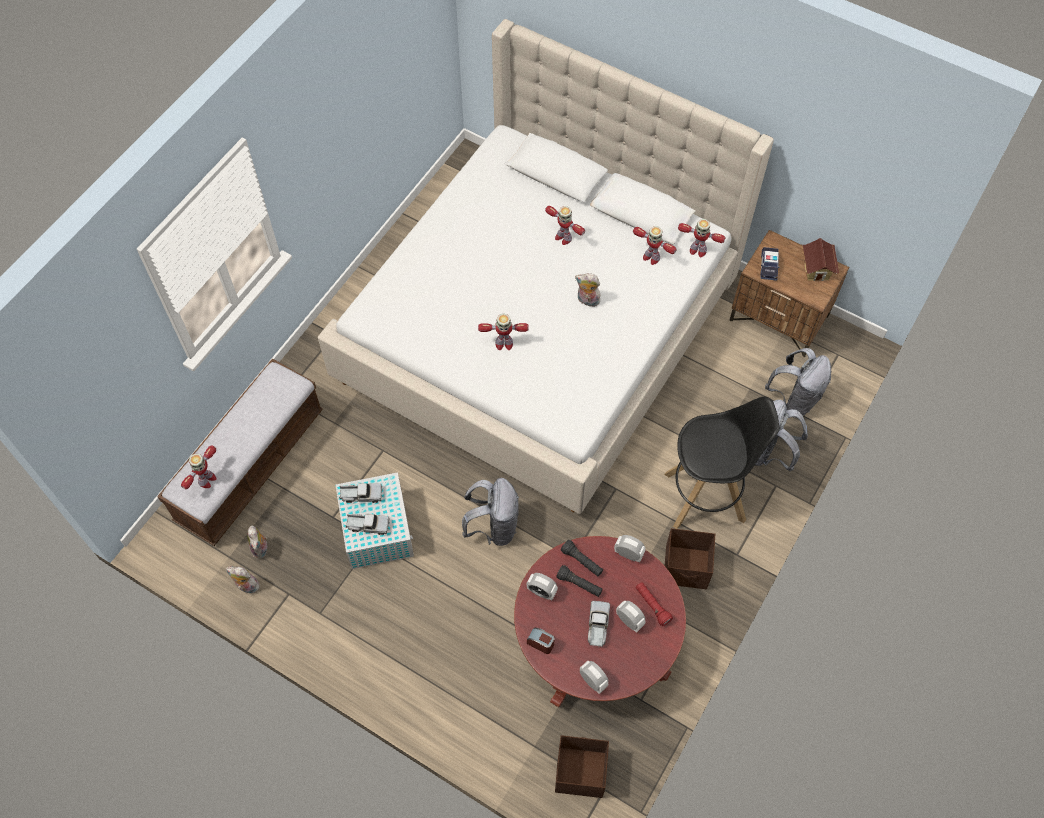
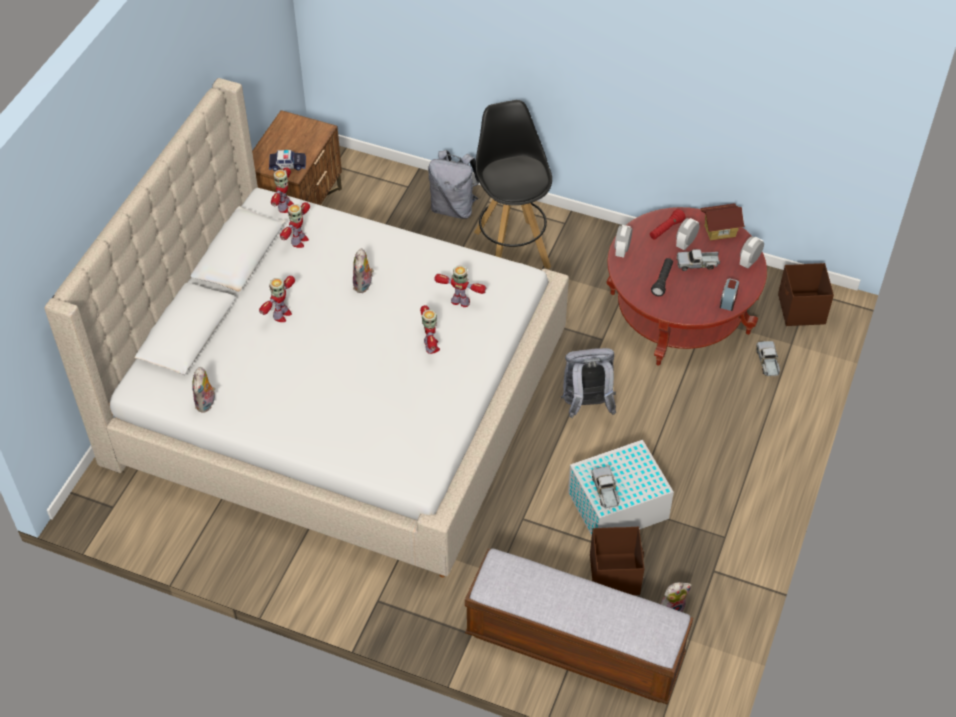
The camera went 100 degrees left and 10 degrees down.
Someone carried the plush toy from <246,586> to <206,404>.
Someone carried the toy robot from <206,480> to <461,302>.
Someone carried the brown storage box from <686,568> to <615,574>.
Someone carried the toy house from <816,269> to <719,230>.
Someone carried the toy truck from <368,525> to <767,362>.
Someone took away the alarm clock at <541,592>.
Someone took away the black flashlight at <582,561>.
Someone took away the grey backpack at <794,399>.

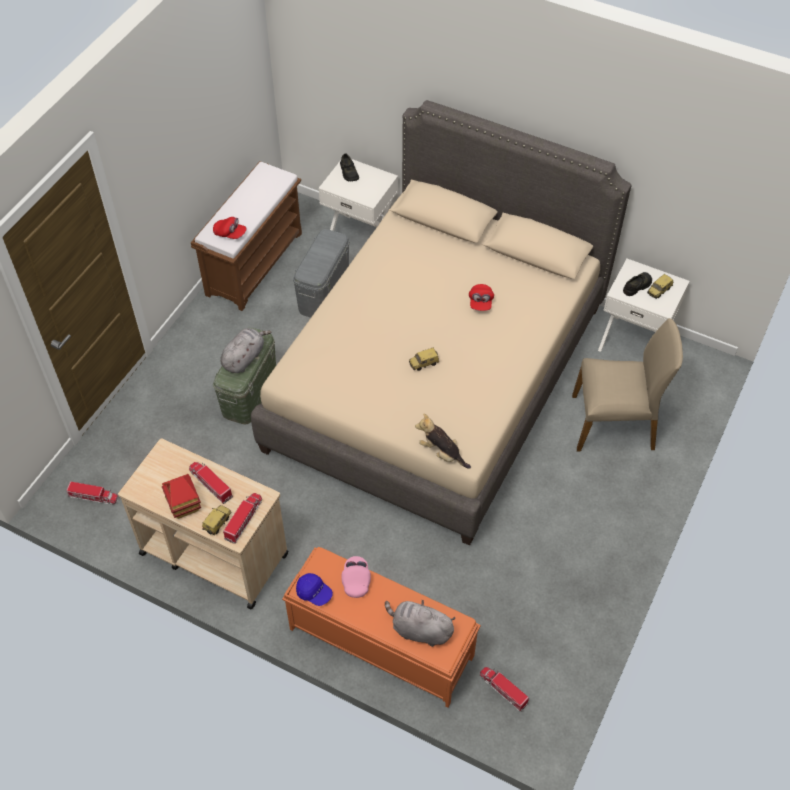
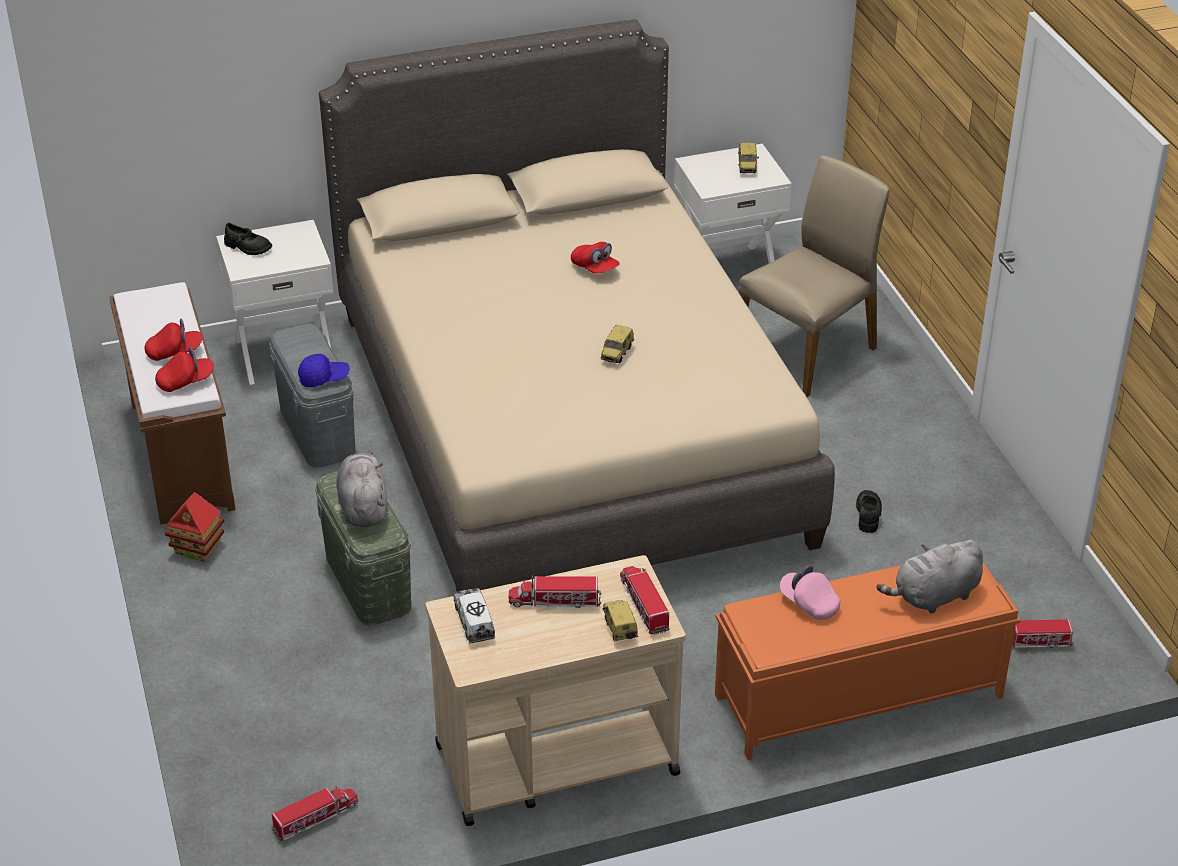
The camera went 45 degrees left and 15 degrees down.
Someone put down the red cap at <175,352>.
Someone carried the toy house from <184,505> to <198,548>.
Someone carried the blue cap from <314,592> to <324,378>.
Someone put down the toy truck at <474,622>.
Someone carried the black shoe from <637,286> to <868,514>.
Someone took away the plush toy at <442,453>.

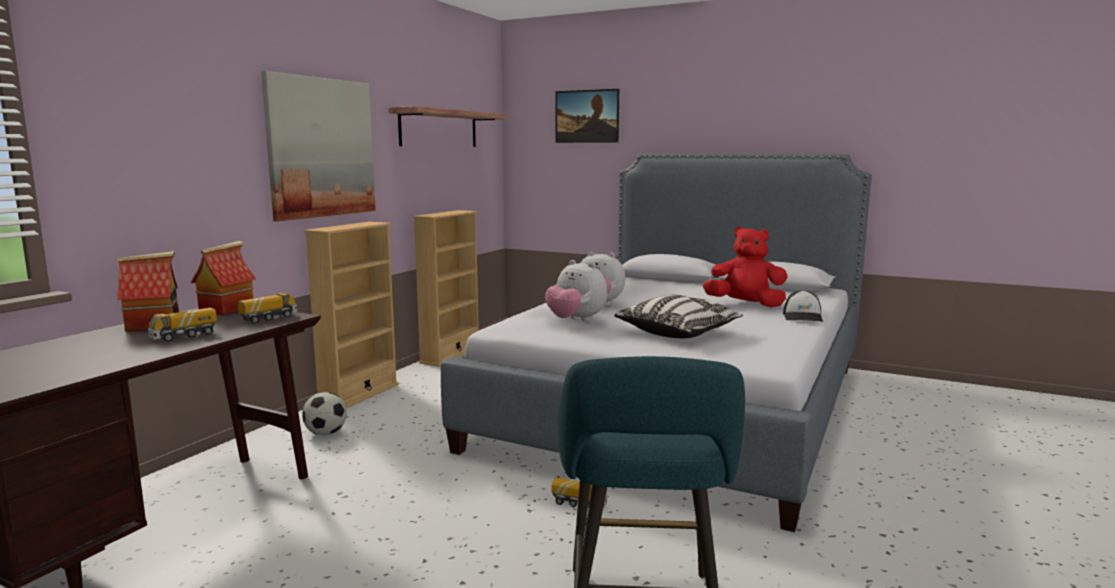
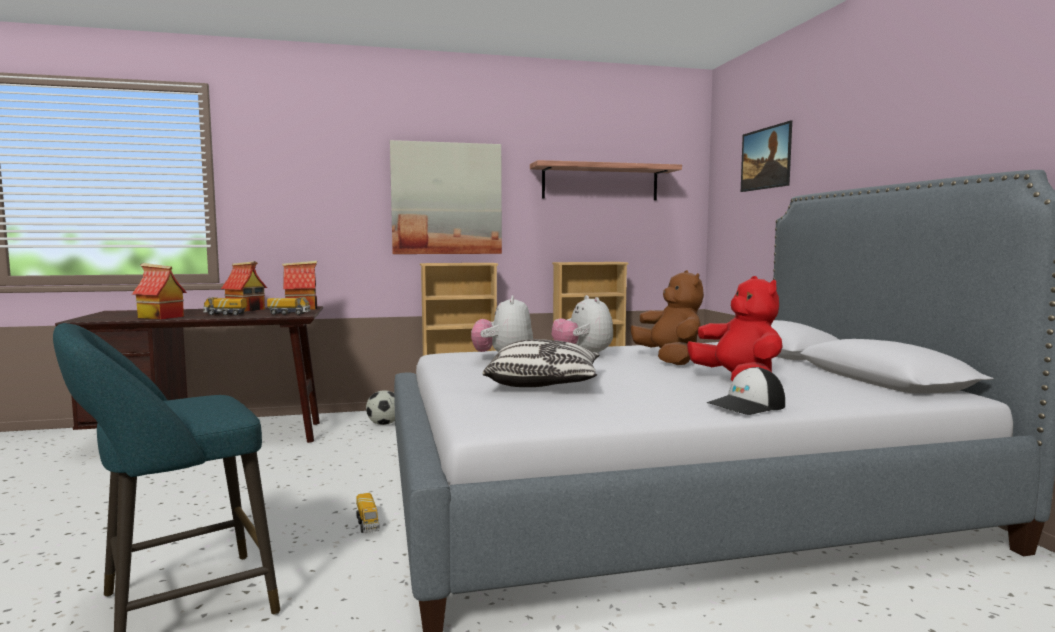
The camera went 50 degrees right and 5 degrees down.
Someone put down the toy house at <159,317>.
Someone put down the brown plush toy at <670,360>.

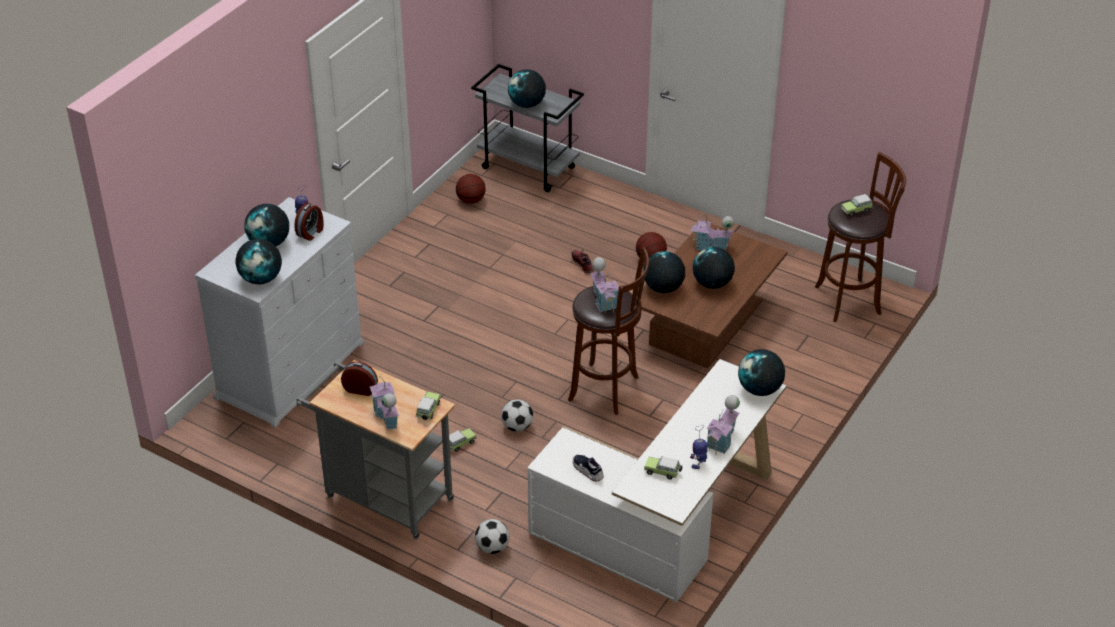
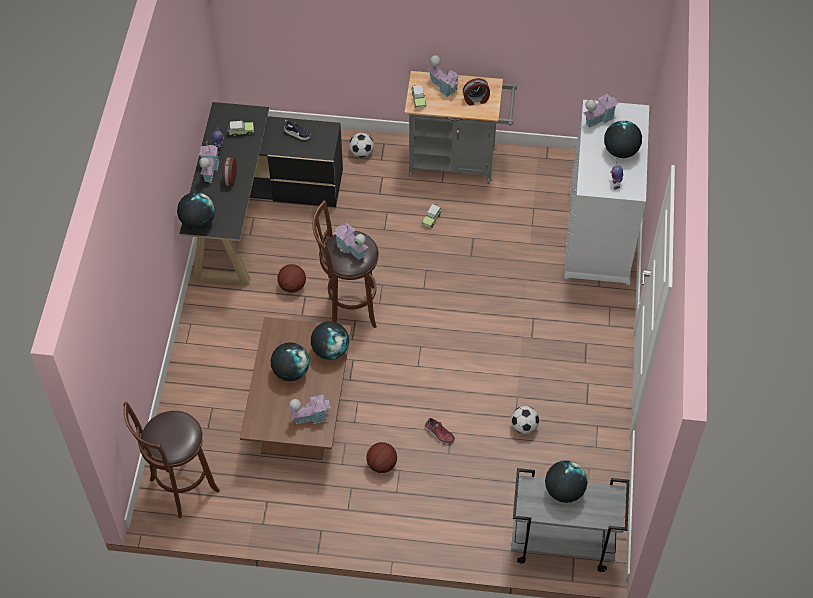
The camera went 155 degrees right and 15 degrees up.
Someone repainted the white desk at <663,523>, which became the black desk at <255,212>.
Someone carried the alarm clock from <311,232> to <229,178>.
Someone carried the basketball from <471,200> to <292,286>.
Someone carried the football from <517,427> to <524,426>.
Someone swapped the globe at <261,279> for the toy house at <598,118>.
Someone took away the toy car at <857,210>.

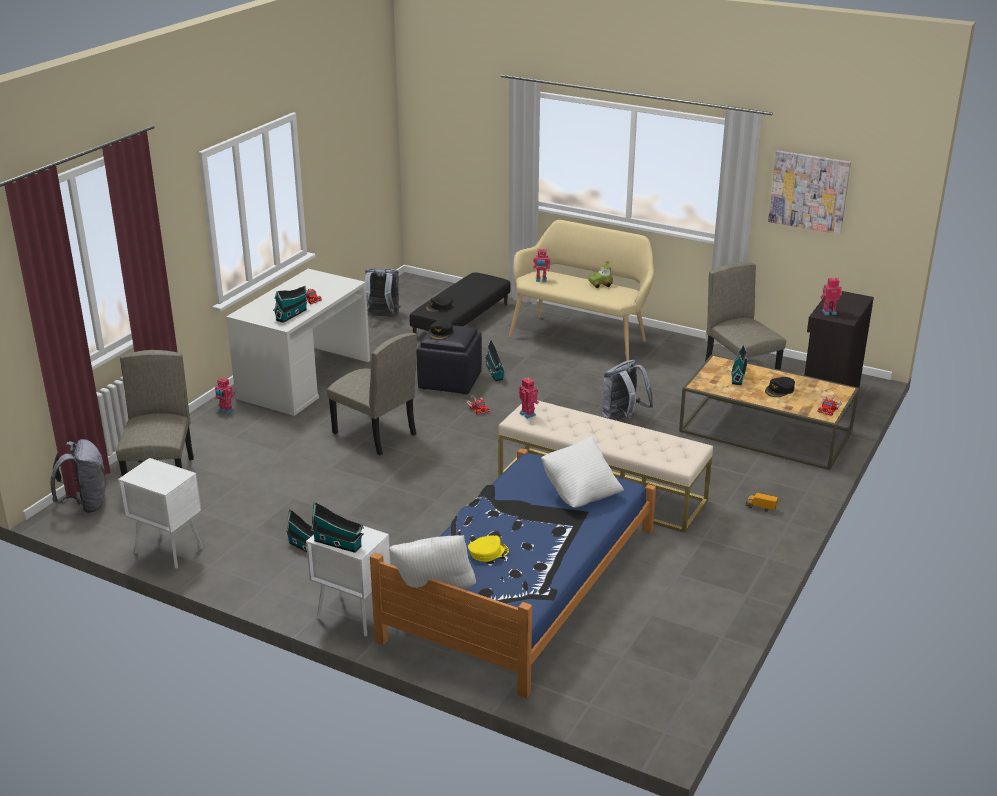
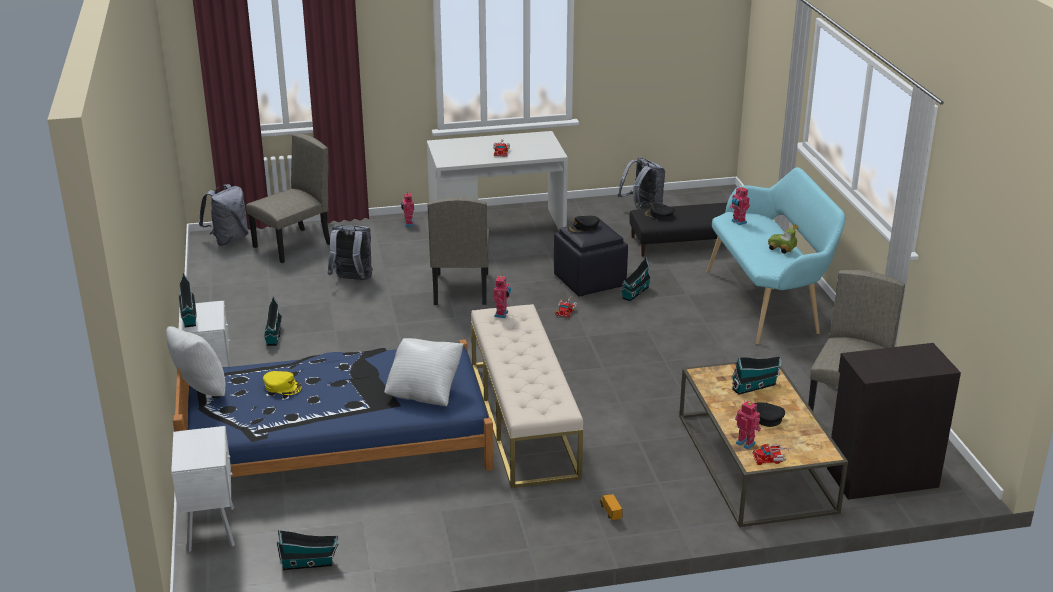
The camera went 50 degrees right and 0 degrees up.
Someone carried the white nightstand from <168,550> to <212,529>.
Someone carried the toy house from <292,314> to <309,563>.
Someone carried the grey backpack from <623,418> to <352,280>.
Someone repainted the beige bench at <582,337>, which became the turquoise bench at <768,303>.
Someone carried the toy robot from <828,312> to <746,443>.
Someone took away the picture at <809,191>.

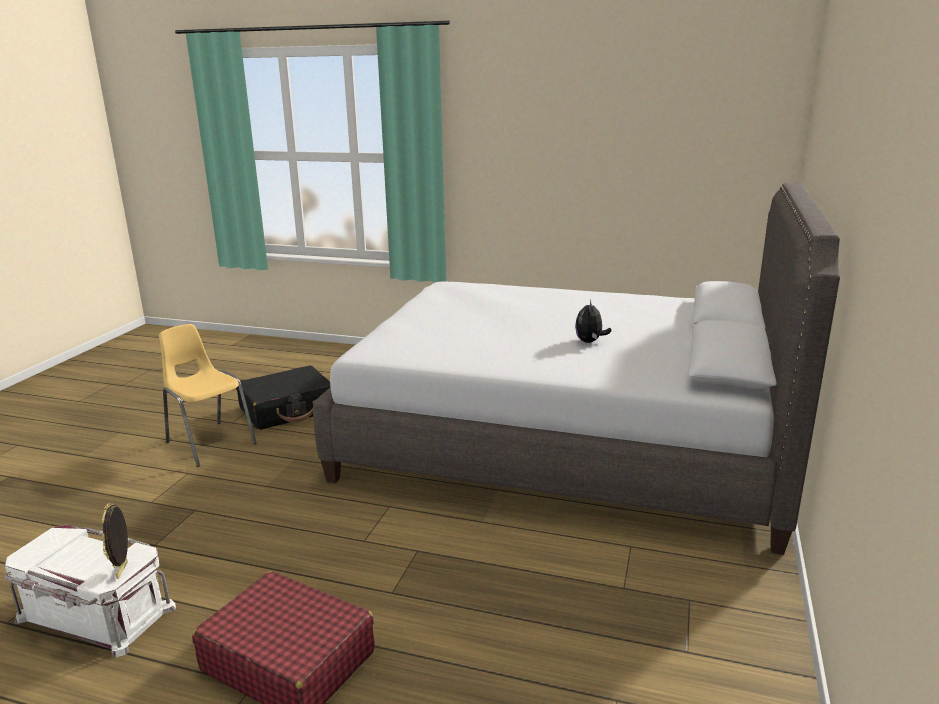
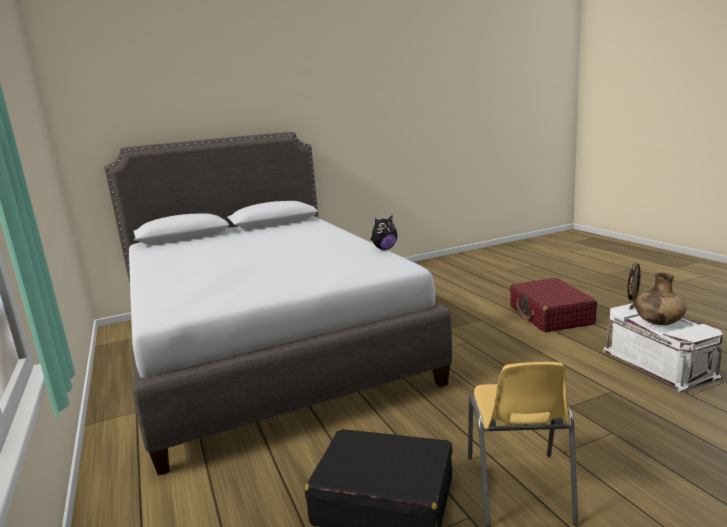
The camera went 130 degrees left and 5 degrees down.
Someone carried the plush toy from <590,342> to <384,249>.
Someone put down the brown vase at <658,323>.

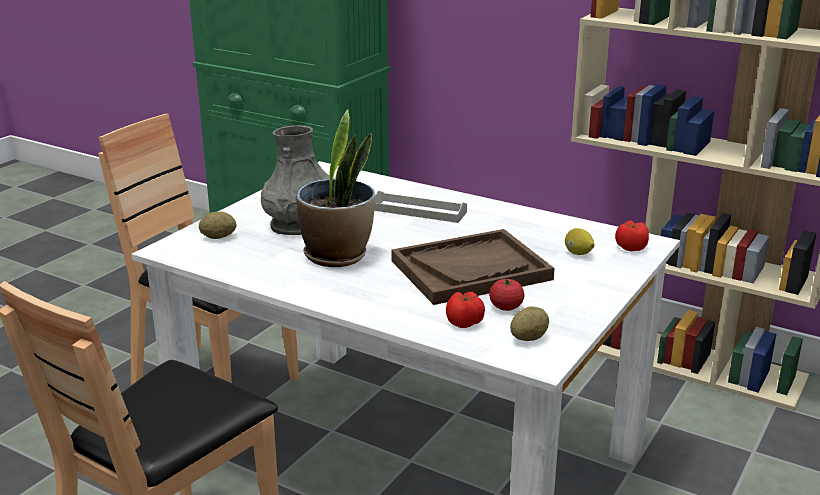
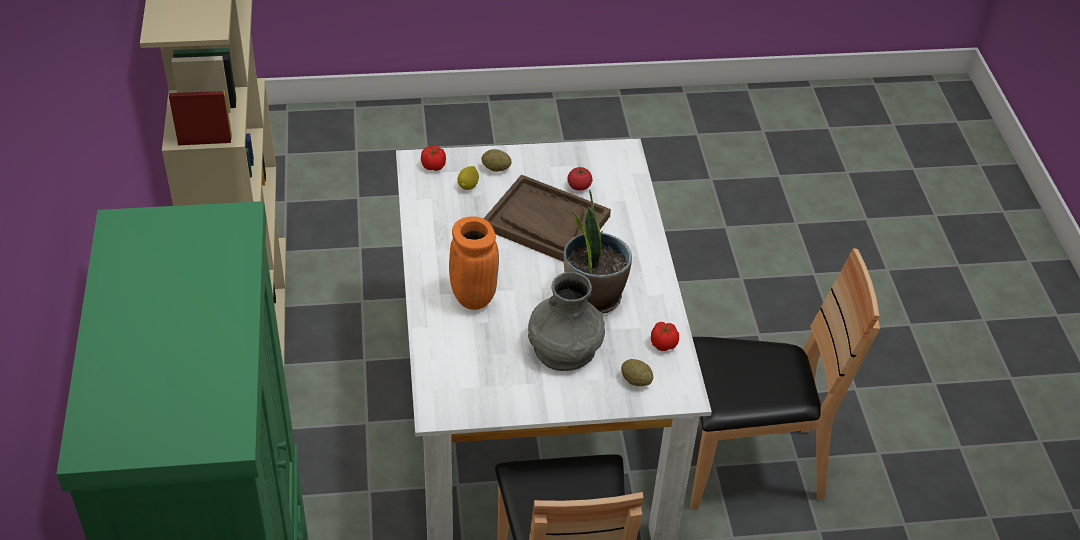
The camera went 130 degrees left and 20 degrees up.
Someone swapped the grey tray at <419,211> for the orange vase at <472,296>.
Someone carried the potato from <528,338> to <496,168>.
Someone carried the tomato from <465,323> to <663,343>.

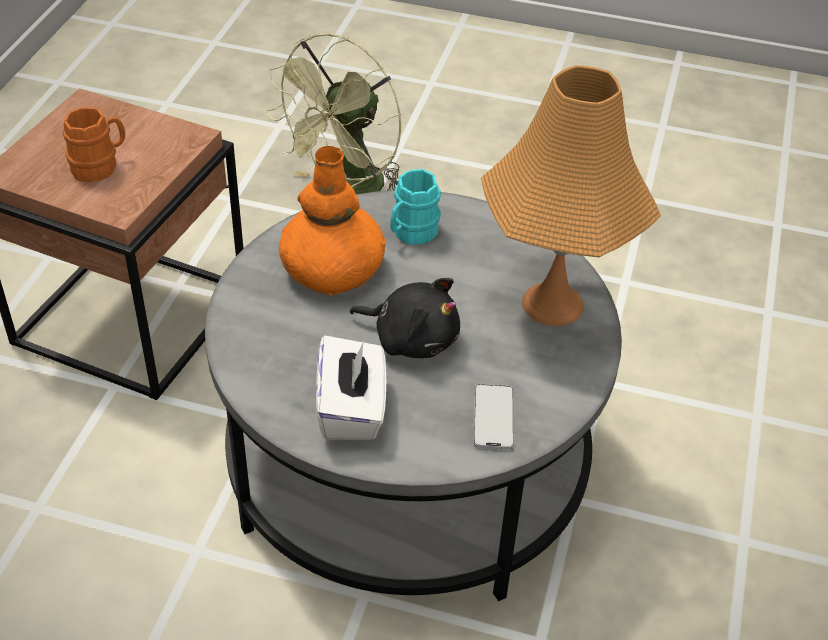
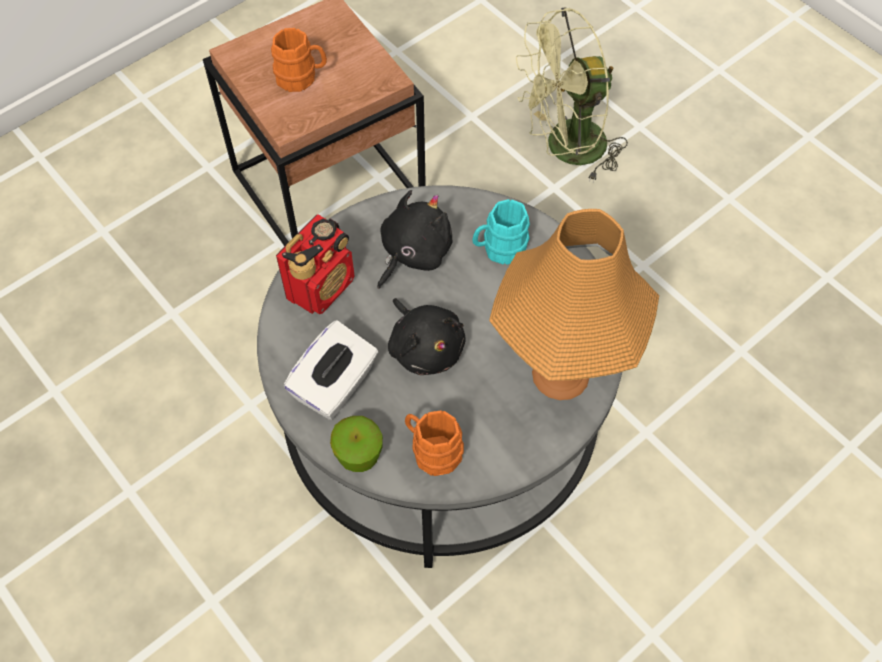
The camera went 35 degrees right and 15 degrees up.
Someone put down the radio at <321,287>.
Someone put down the apple at <358,454>.
Someone swapped the orange vase at <332,269> for the black plush toy at <413,253>.
Someone swapped the phone at <493,418> for the orange mug at <432,450>.

